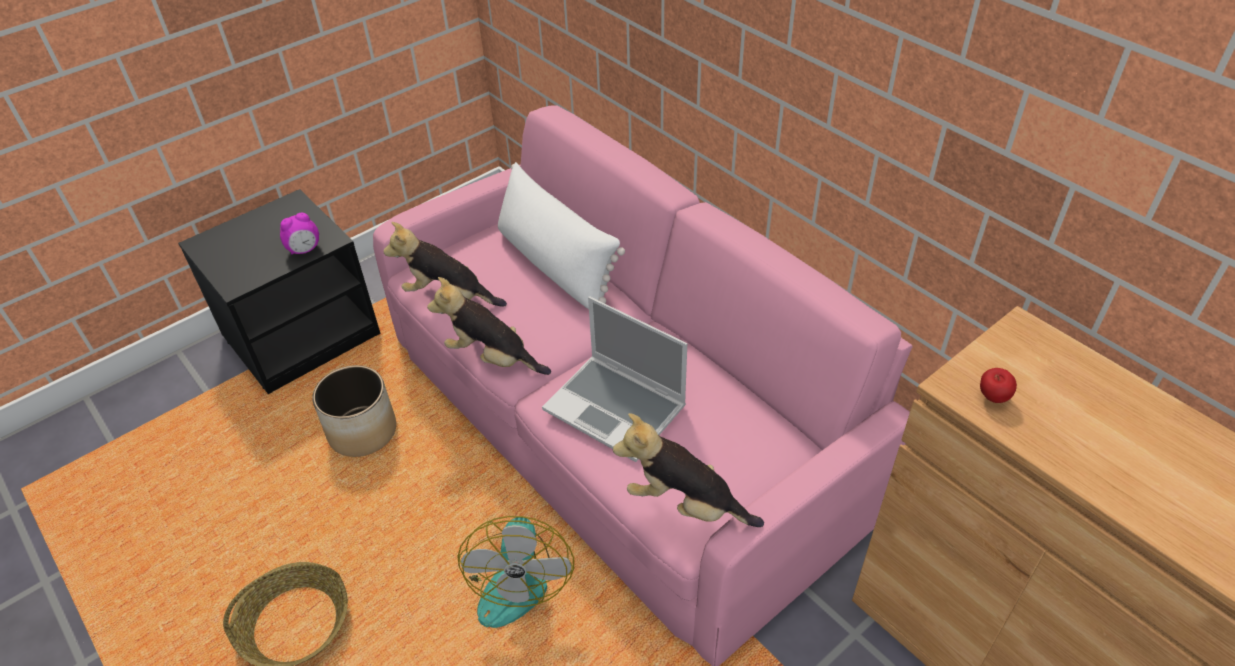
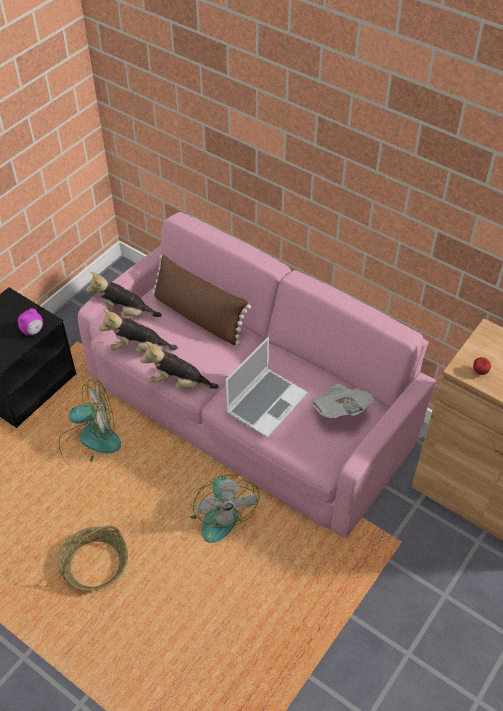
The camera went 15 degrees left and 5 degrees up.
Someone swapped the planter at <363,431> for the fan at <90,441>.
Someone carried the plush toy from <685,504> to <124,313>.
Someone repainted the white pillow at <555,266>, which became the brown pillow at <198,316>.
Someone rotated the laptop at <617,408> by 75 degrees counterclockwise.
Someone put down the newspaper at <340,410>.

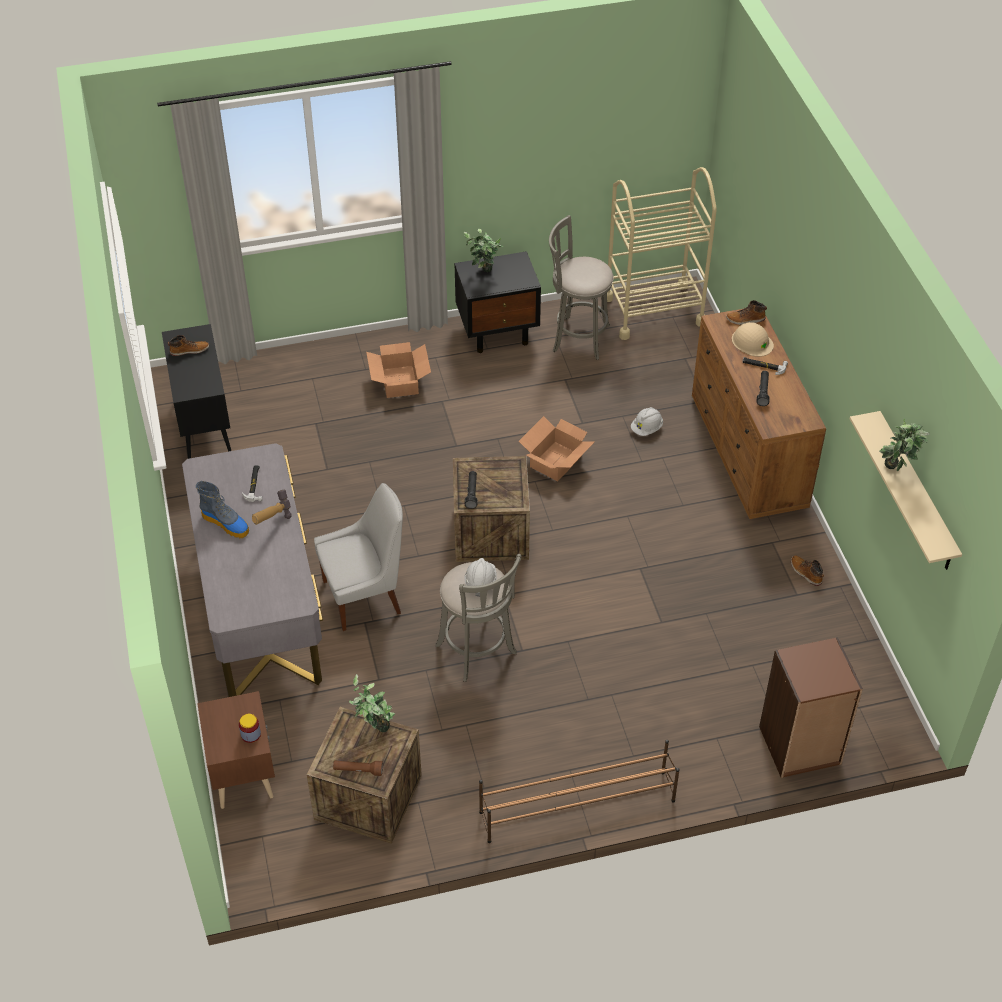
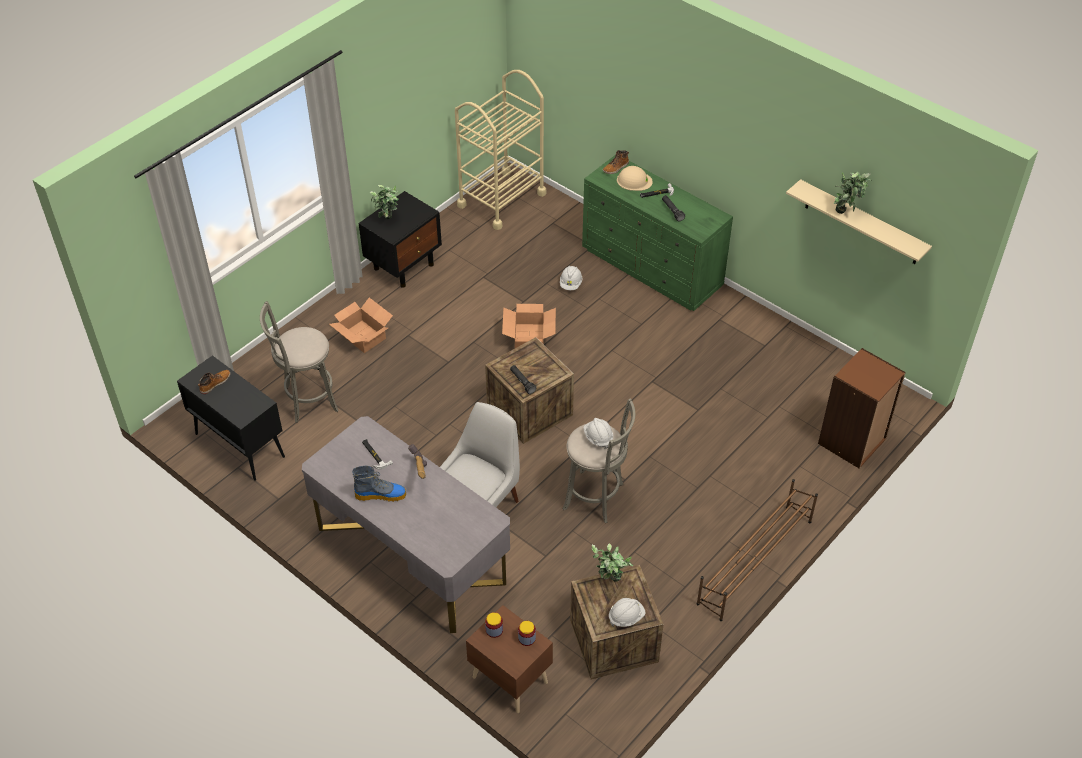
The camera went 35 degrees left and 0 degrees up.
Someone carried the grey stool from <577,337> to <307,400>.
Someone put down the jar at <494,630>.
Someone repainted the brown dresser at <748,454>, which became the green dresser at <652,268>.
Someone swapped the brown flashlight at <358,770> for the white hard hat at <626,617>.
Someone took away the boot at <805,573>.

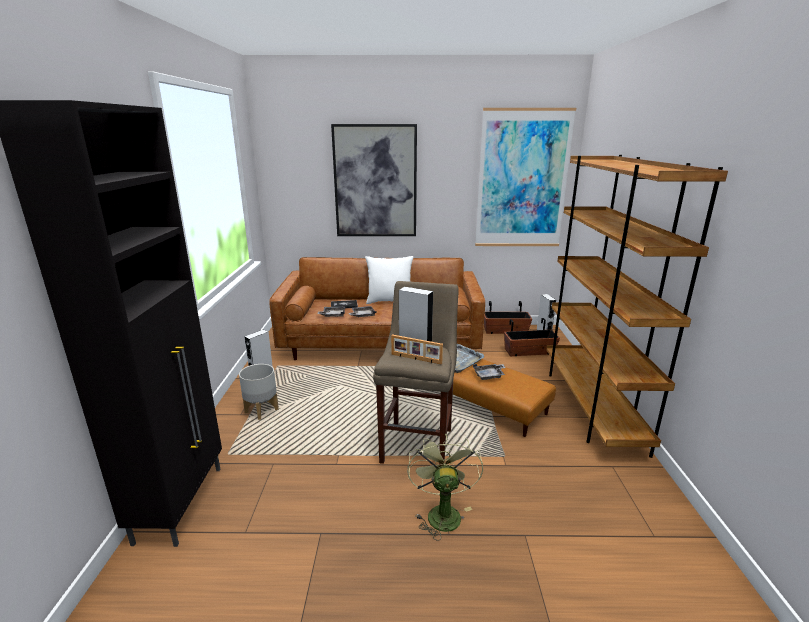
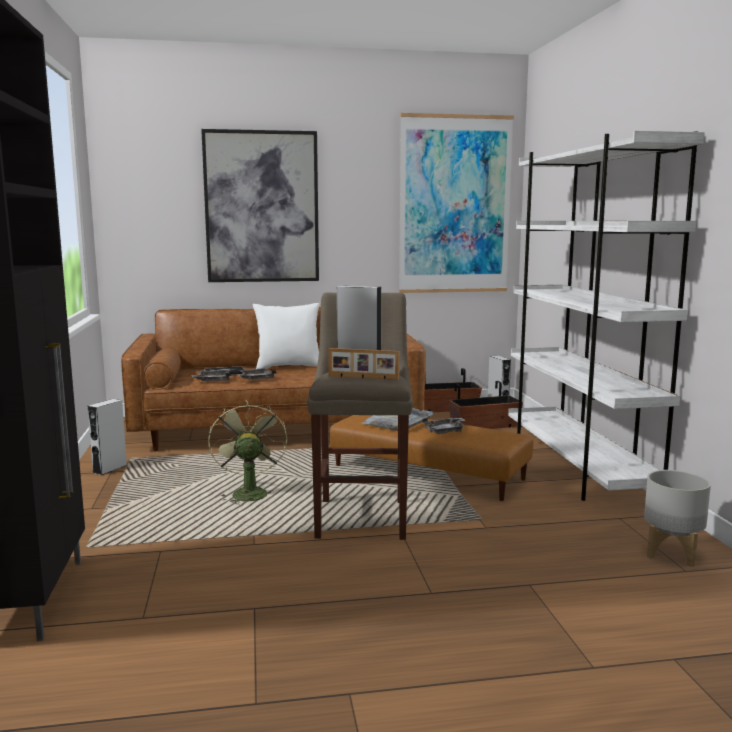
The camera went 10 degrees left and 10 degrees down.
Someone carried the green fan from <442,512> to <248,492>.
Someone repainted the brown bookcase at <590,405>, which became the white bookcase at <577,468>.
Someone carried the grey planter from <262,411> to <672,553>.

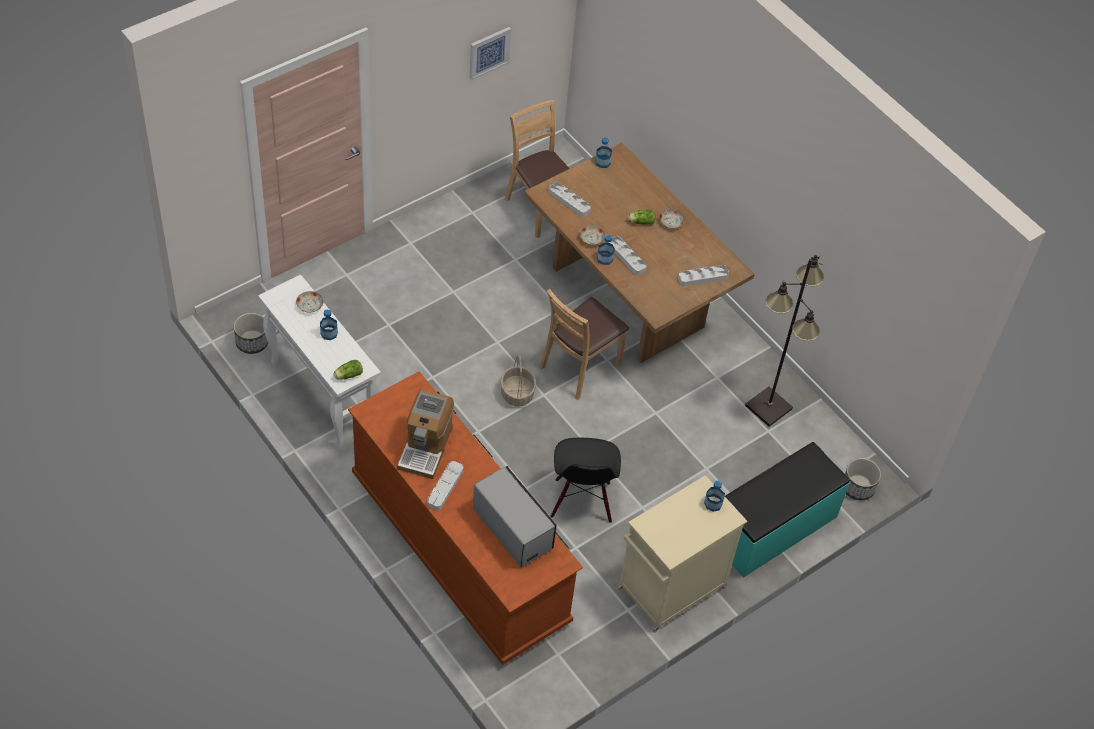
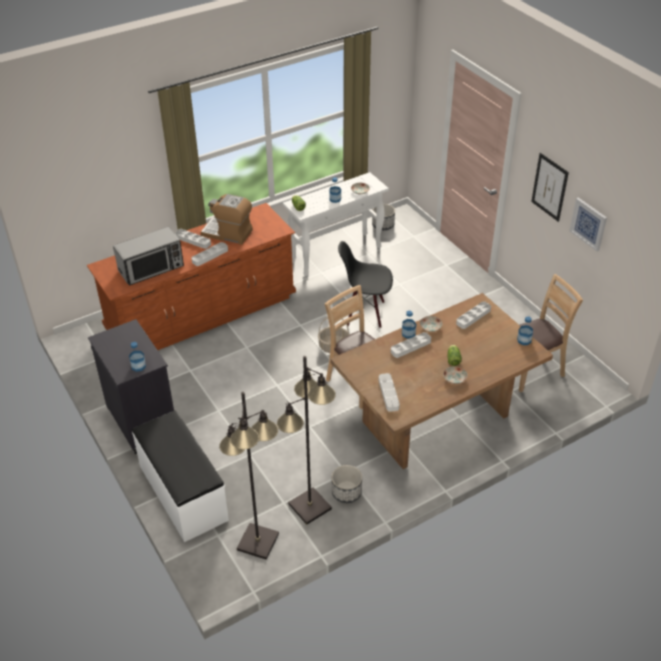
The camera went 100 degrees right and 10 degrees down.
Someone repainted the beige cabinet at <670,589>, which became the black cabinet at <141,420>.
Someone repainted the turquoise bench at <773,528>, which became the white bench at <182,493>.
Someone put down the grey tray at <210,256>.
Someone put down the black floor lamp at <257,542>.
Someone carried the planter from <858,488> to <346,492>.
Someone carried the black chair from <581,501> to <365,313>.
Someone put up the picture at <549,187>.

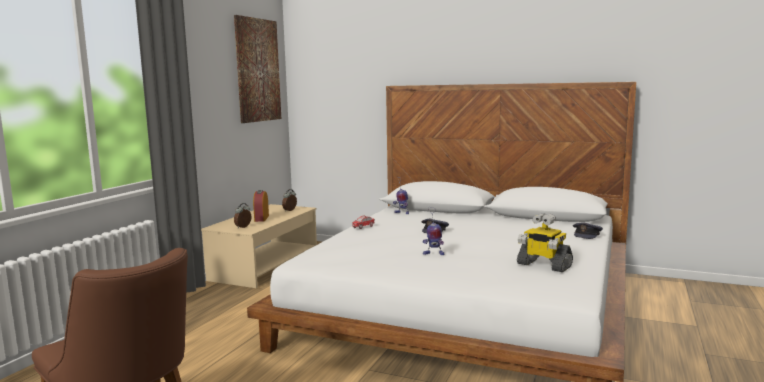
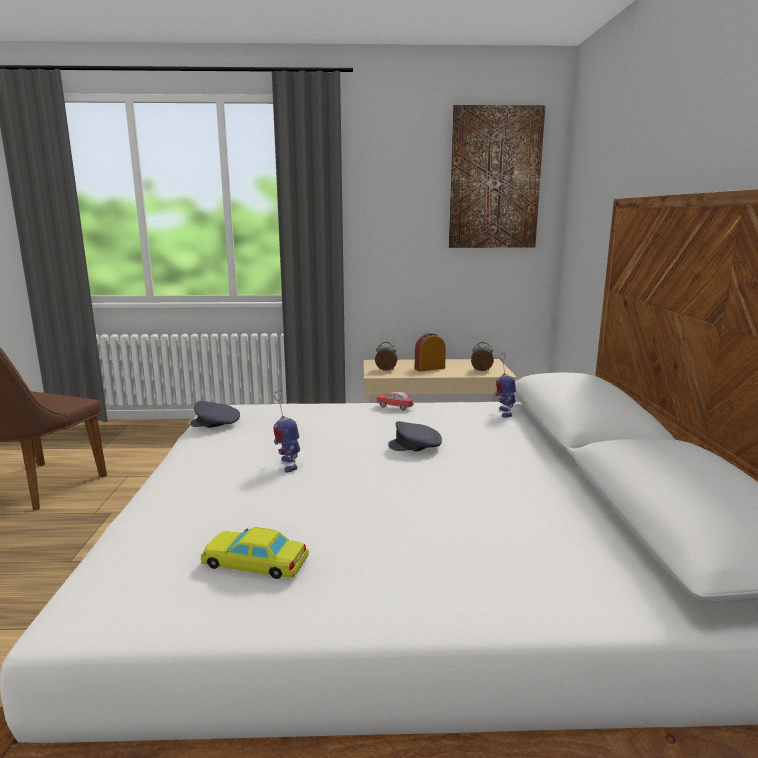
The camera went 65 degrees right and 5 degrees up.
Someone carried the grey cap from <587,234> to <215,423>.
Someone swapped the toy robot at <543,265> for the yellow toy car at <254,562>.

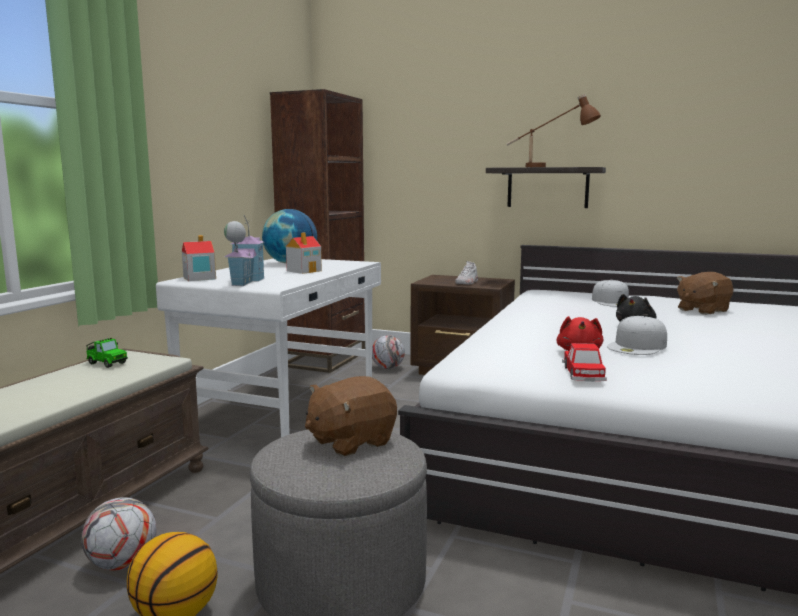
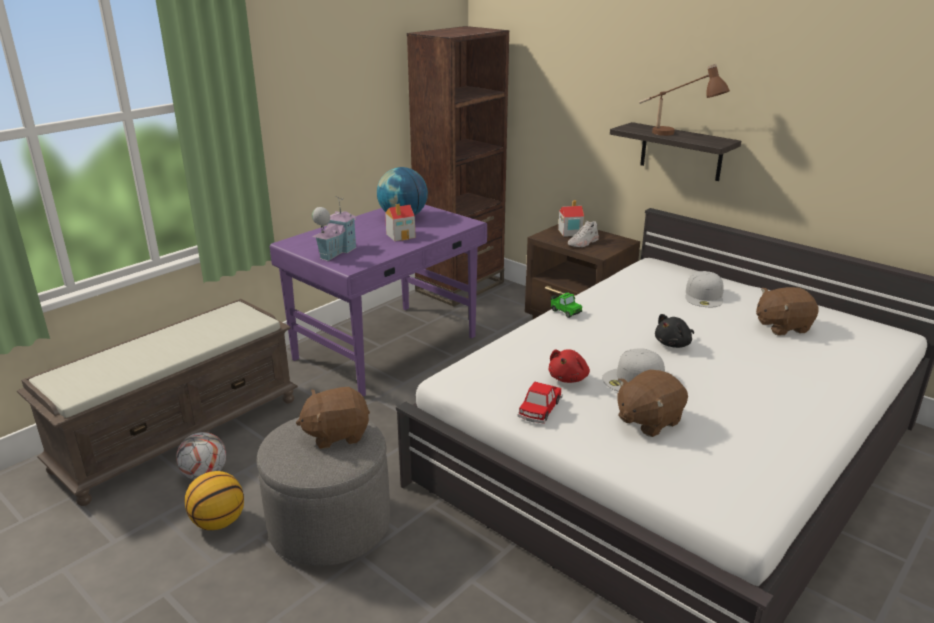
The camera went 20 degrees right and 15 degrees up.
Someone repainted the white desk at <285,410>, which became the purple desk at <388,348>.
Someone carried the toy car from <106,363> to <564,311>.
Someone carried the toy house from <199,278> to <570,232>.
Someone put down the brown plush toy at <648,420>.
Someone took away the football at <388,368>.

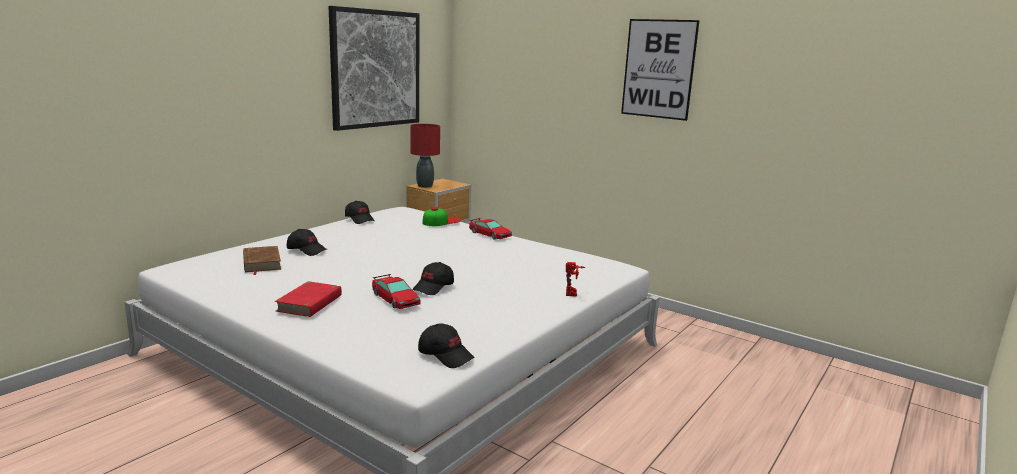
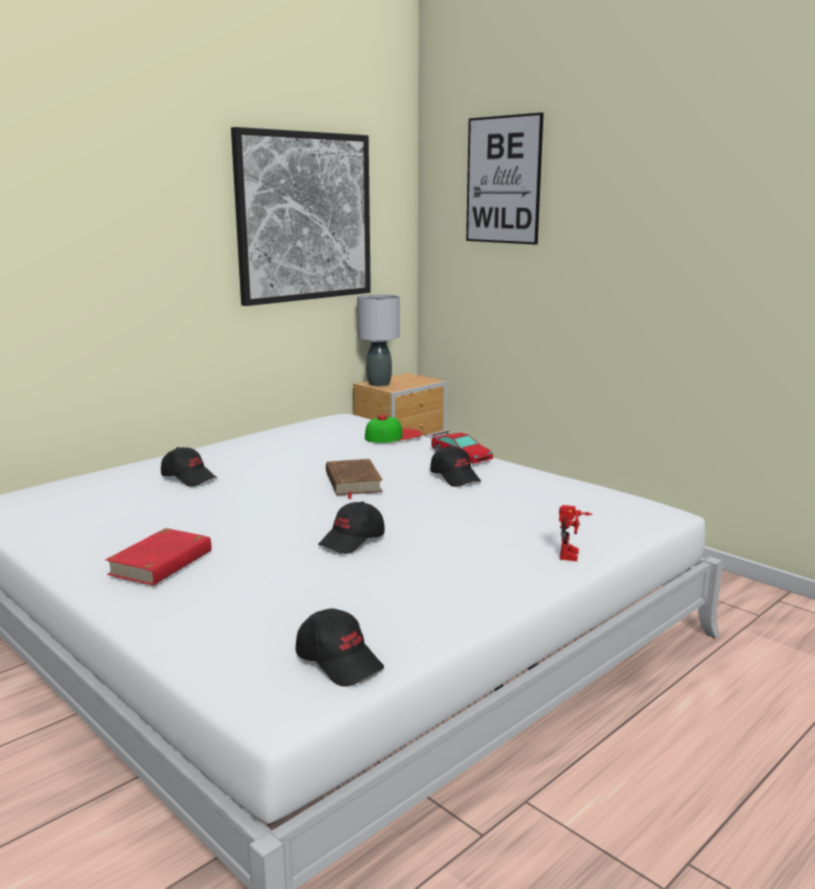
The camera went 10 degrees right and 0 degrees up.
Someone carried the brown book from <261,263> to <352,482>.
Someone repainted the red table lamp at <425,186>, which became the grey table lamp at <379,384>.
Someone carried the black cap from <360,219> to <455,477>.
Someone carried the picture from <658,69> to <503,180>.
Someone took away the toy car at <395,299>.

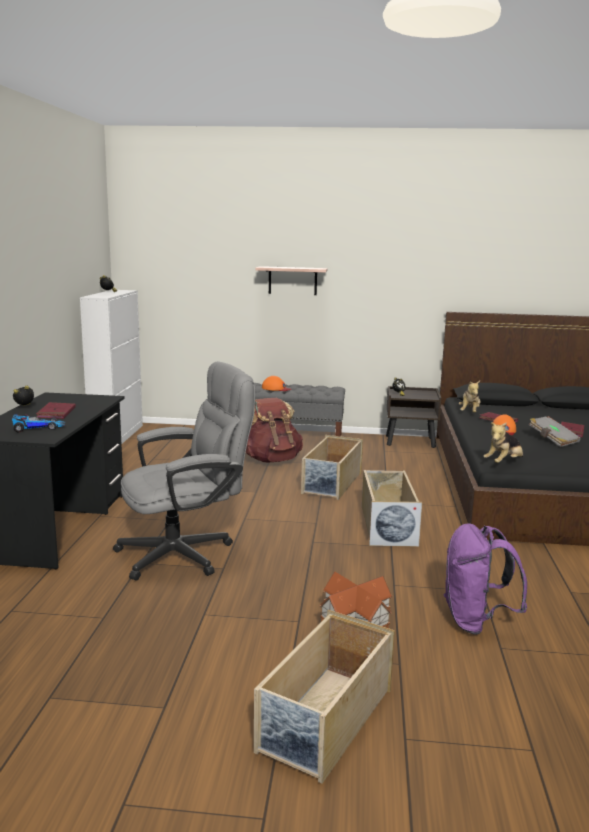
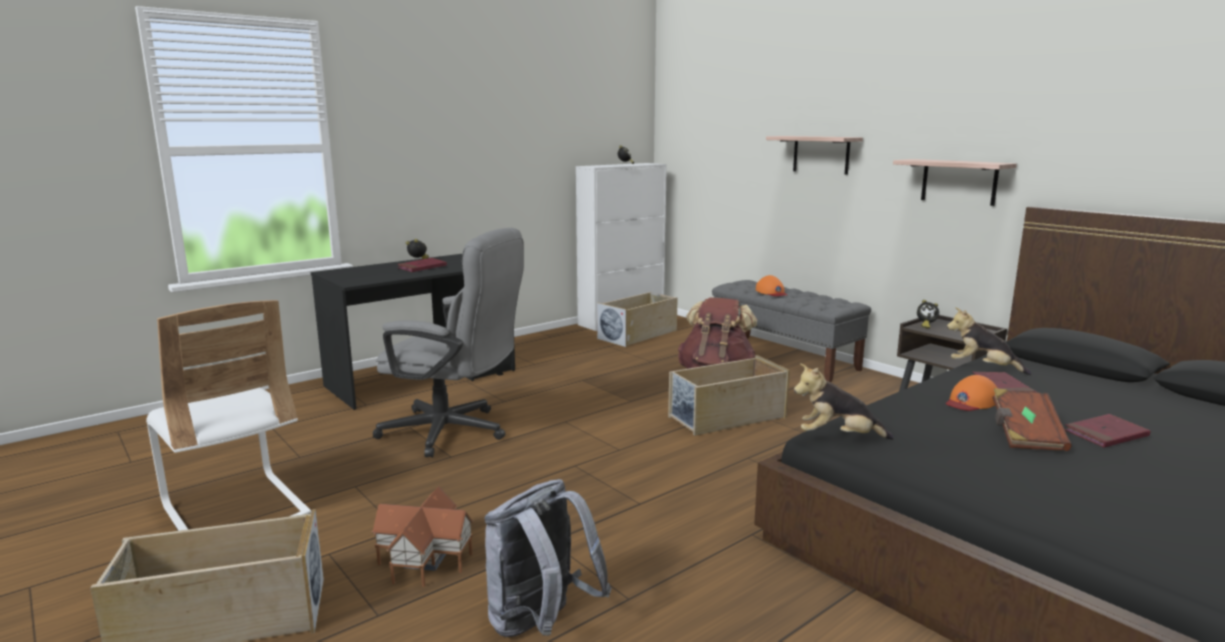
The camera went 45 degrees right and 0 degrees up.
Someone put down the white chair at <235,511>.
Someone repainted the purple backpack at <476,622>, which became the grey backpack at <541,625>.
Someone carried the beige storage box from <387,525> to <638,334>.
Someone put up the shelf at <959,182>.
Someone rotated the plush toy at <469,412> by 60 degrees clockwise.
Someone repainted the grey book at <552,440>, which became the brown book at <1025,435>.
Someone took away the toy car at <37,428>.

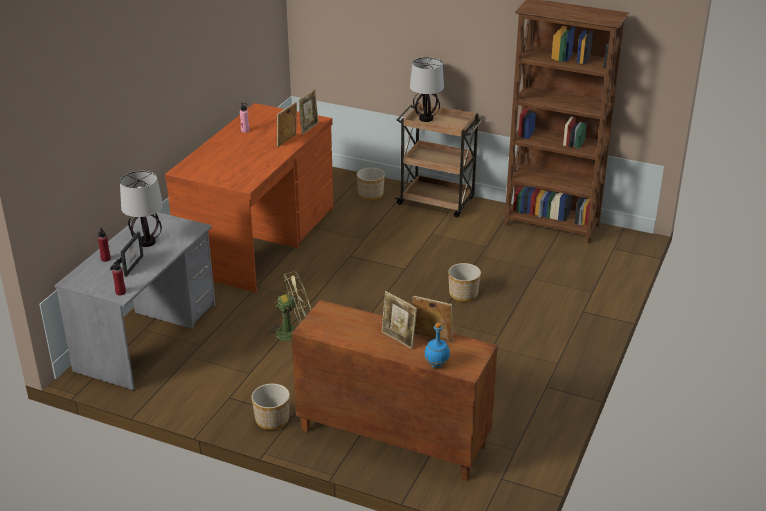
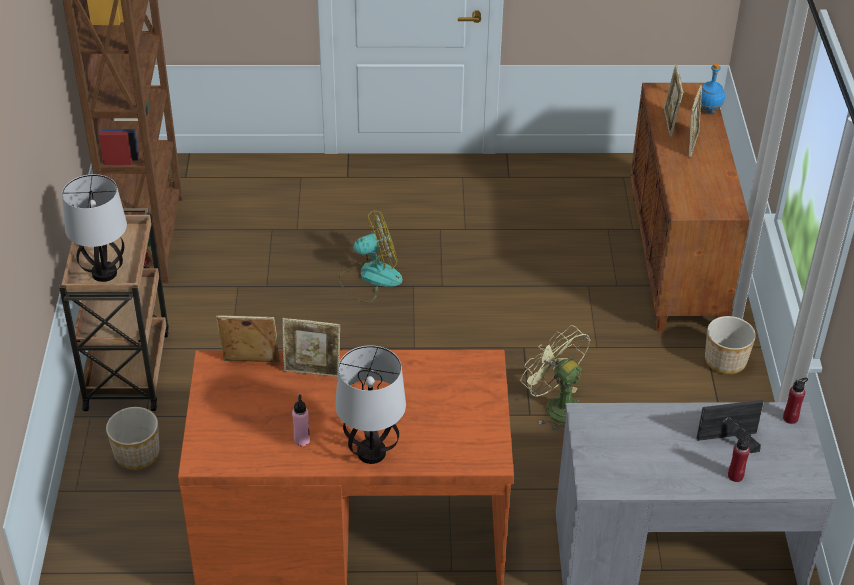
The camera went 115 degrees left and 10 degrees up.
Someone carried the table lamp from <146,242> to <371,453>.
Someone swapped the planter at <463,294> for the fan at <370,277>.

